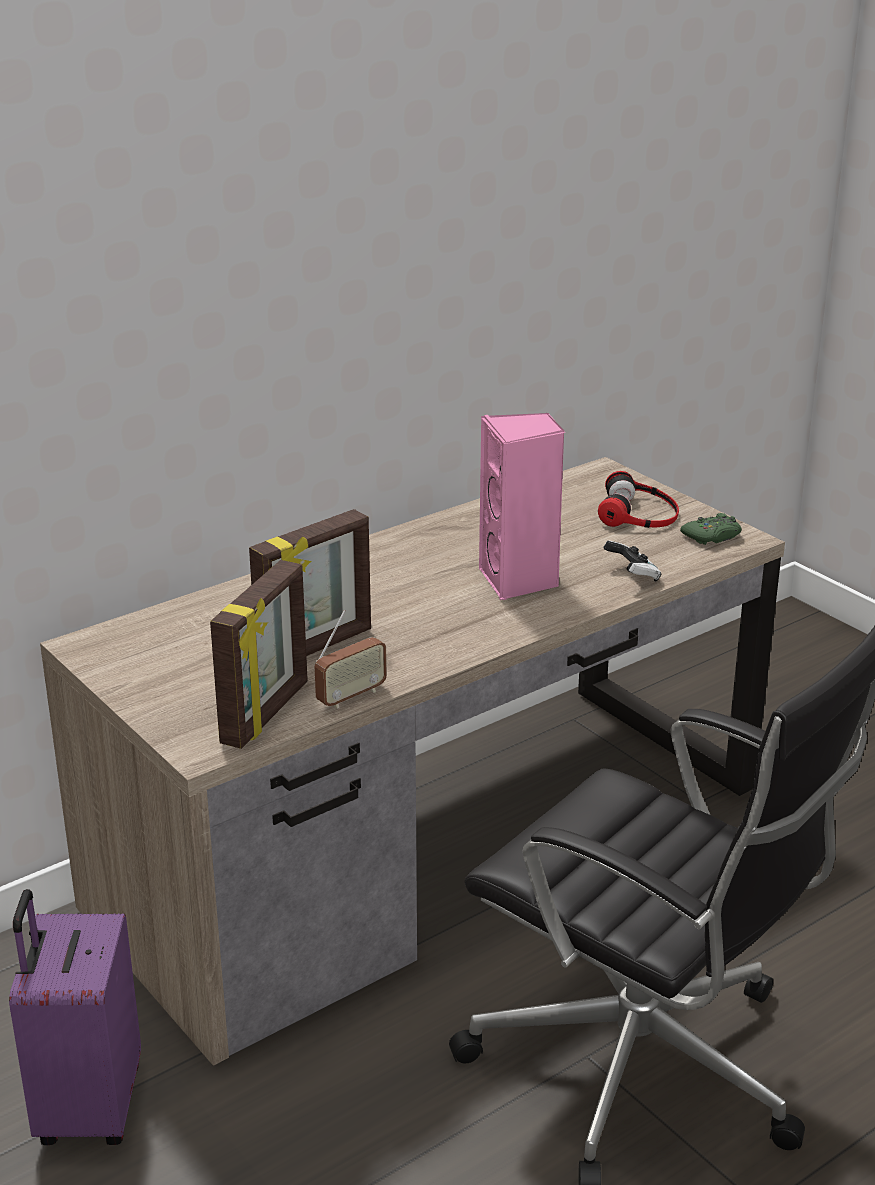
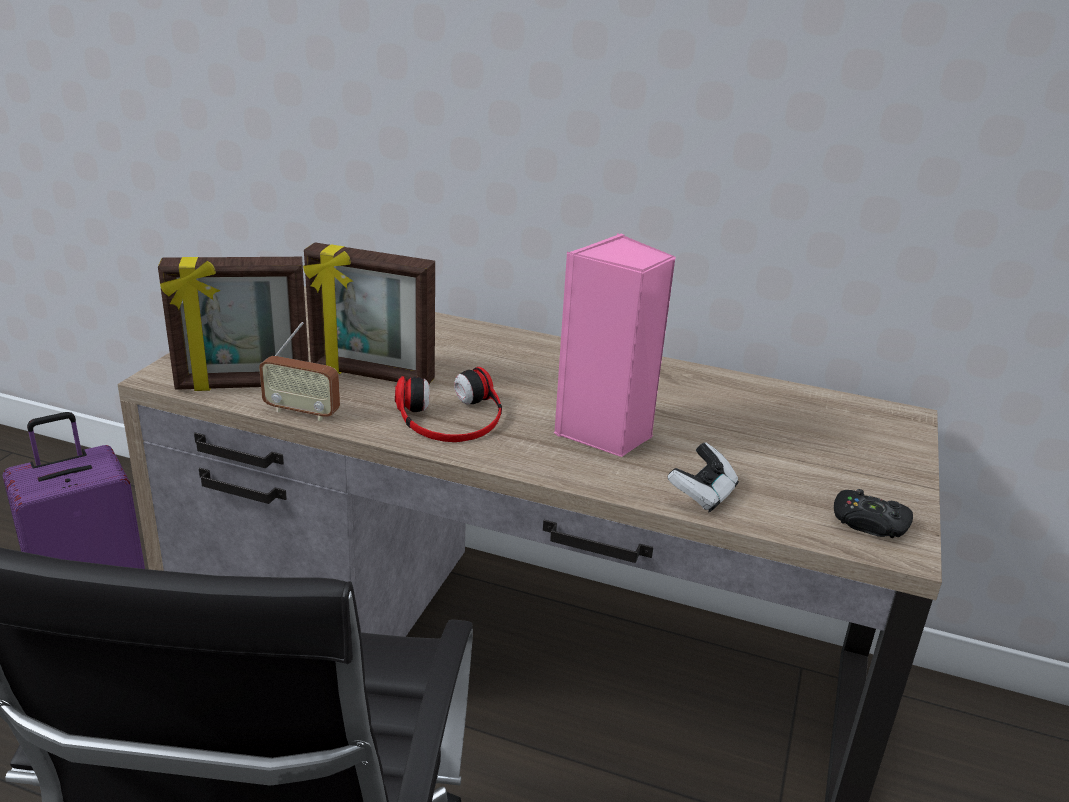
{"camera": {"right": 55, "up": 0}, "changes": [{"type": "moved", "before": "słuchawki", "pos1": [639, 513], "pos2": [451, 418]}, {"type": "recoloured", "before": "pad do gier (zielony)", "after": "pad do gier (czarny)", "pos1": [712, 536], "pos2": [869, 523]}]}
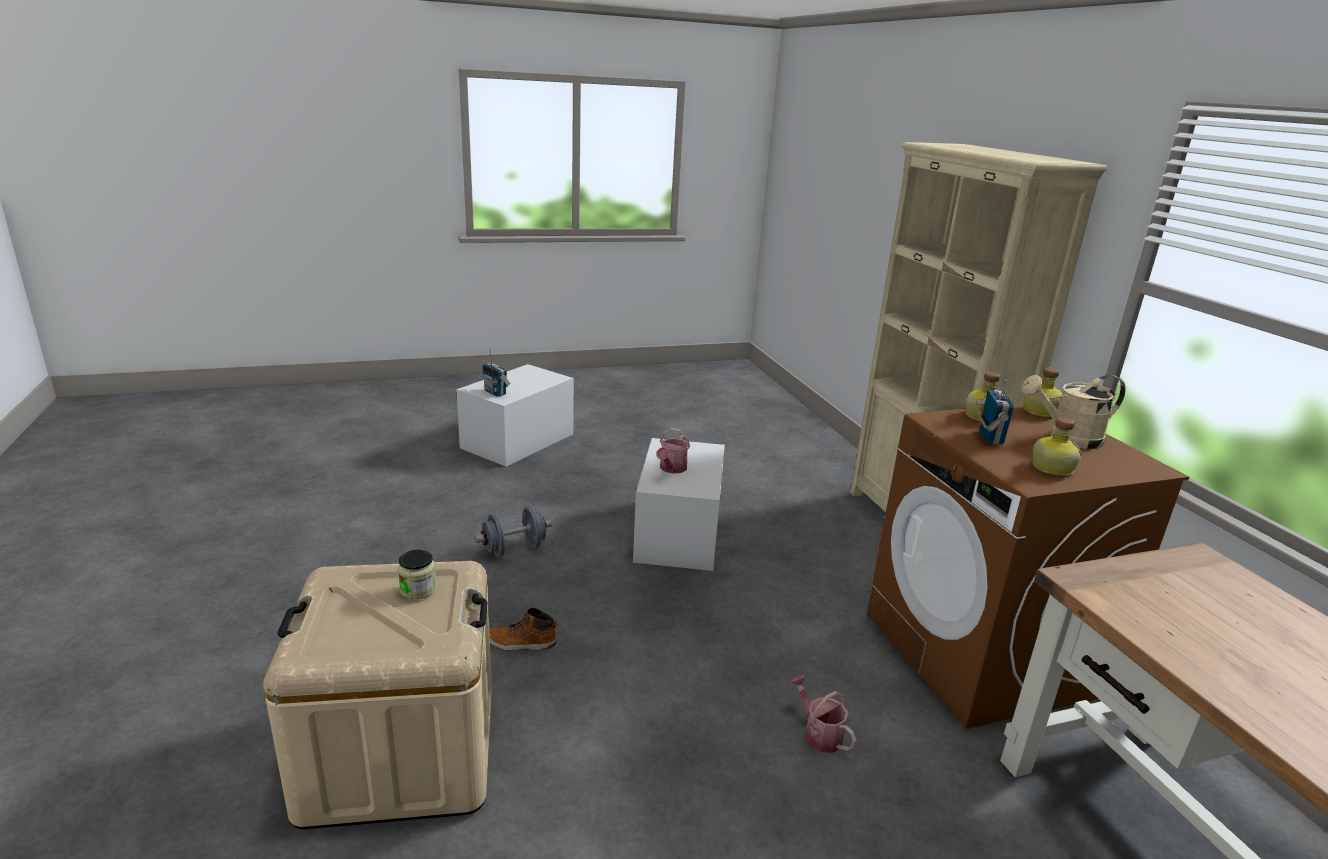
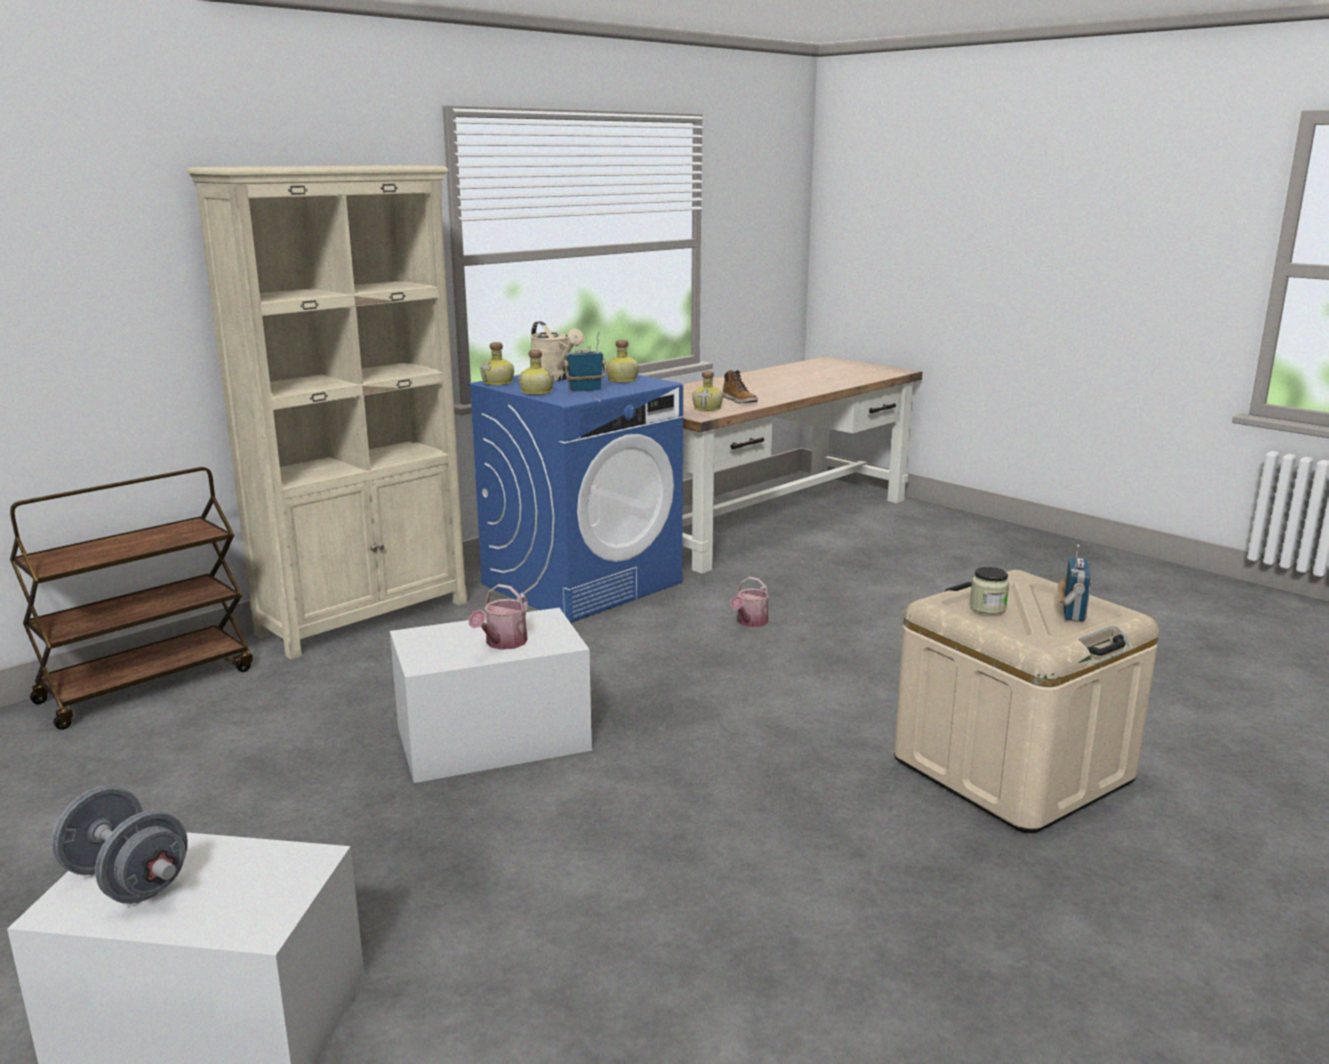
{"camera": {"right": -115, "up": -5}, "changes": [{"type": "moved", "before": "radio", "pos1": [495, 392], "pos2": [1072, 614]}, {"type": "recoloured", "before": "pralka (brązowy)", "after": "pralka (niebieski)", "pos1": [980, 654], "pos2": [582, 583]}, {"type": "turned", "before": "konewka", "pos1": [671, 469], "pos2": [503, 643], "turn": 120}, {"type": "moved", "before": "hantel (szary)", "pos1": [514, 549], "pos2": [127, 881]}, {"type": "moved", "before": "but z cholewką", "pos1": [521, 643], "pos2": [740, 401]}, {"type": "added", "after": "butelka", "pos2": [708, 408]}, {"type": "added", "after": "wózek (brązowy)", "pos2": [148, 685]}]}
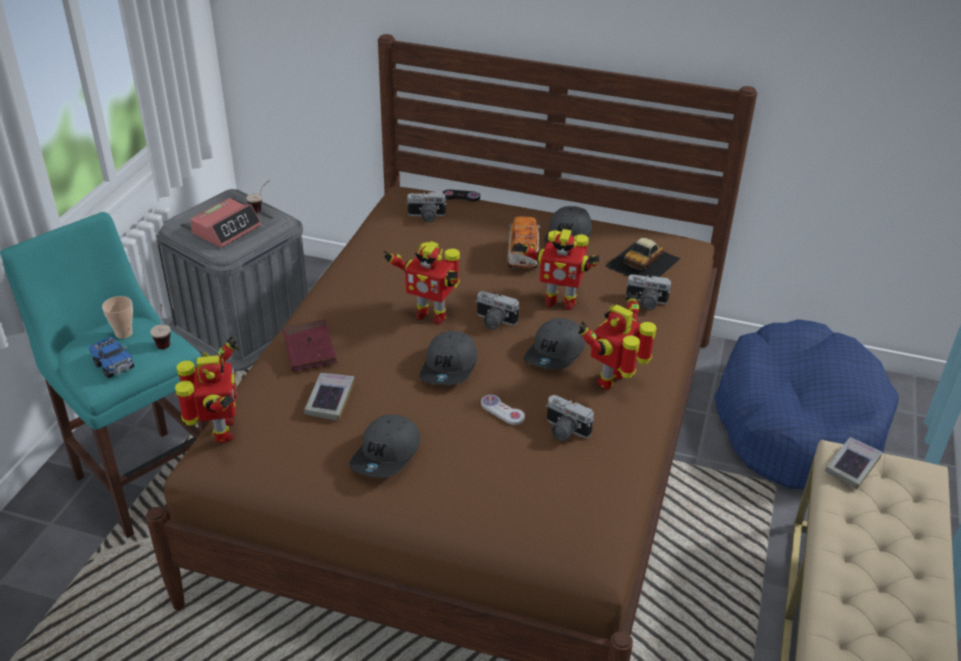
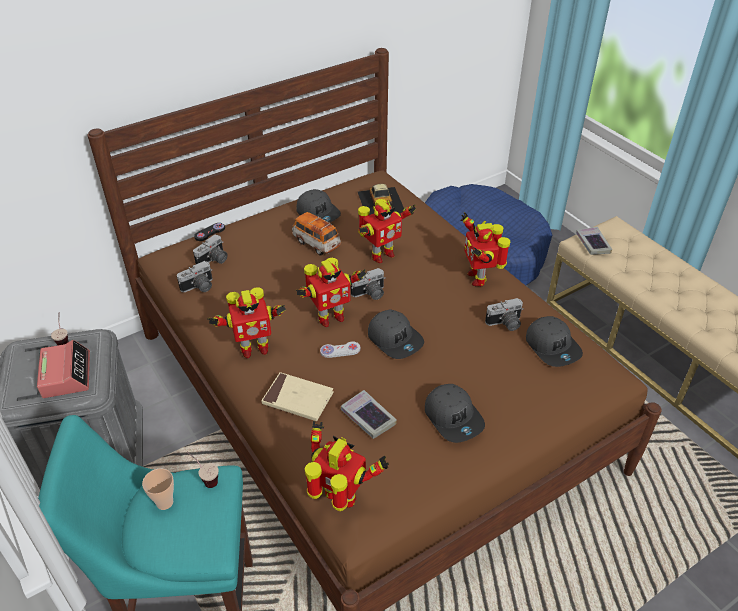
{"camera": {"right": -50, "up": 5}, "changes": [{"type": "moved", "before": "aparat fotograficzny", "pos1": [645, 302], "pos2": [199, 287]}, {"type": "moved", "before": "czapka z daszkiem (szary)", "pos1": [556, 353], "pos2": [553, 346]}, {"type": "recoloured", "before": "książka (czerwony)", "after": "książka (beżowy)", "pos1": [309, 348], "pos2": [298, 399]}, {"type": "removed", "before": "ciężarówka zabawkowa", "pos1": [114, 366]}, {"type": "moved", "before": "pad do gier (biały)", "pos1": [502, 411], "pos2": [340, 350]}, {"type": "added", "after": "robot zabawkowy", "pos2": [253, 349]}]}
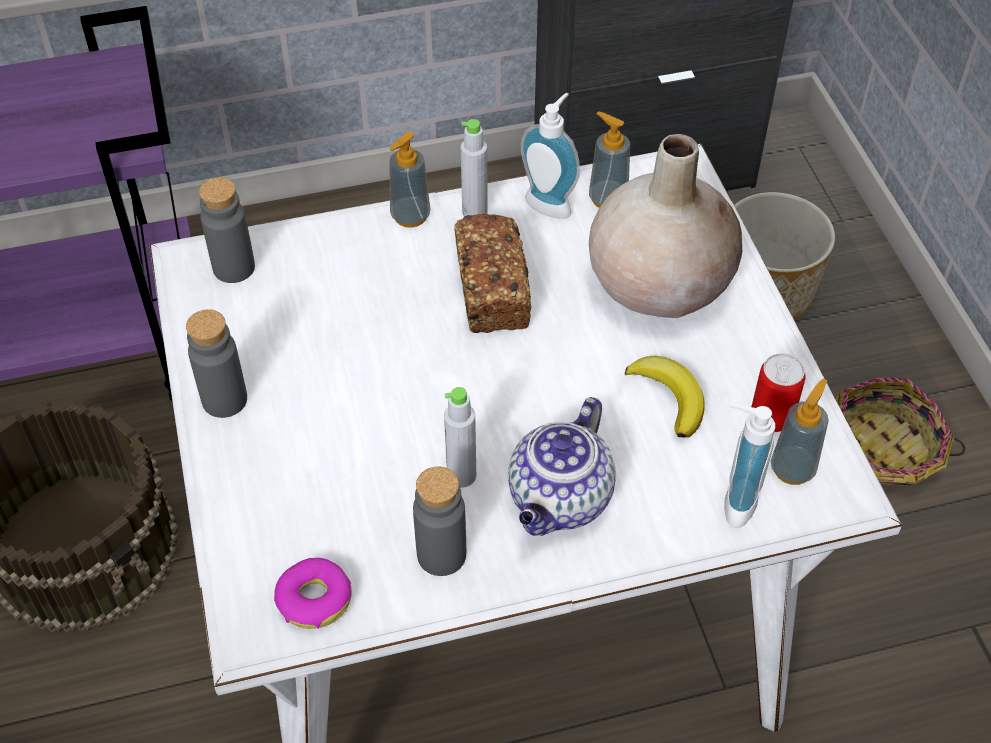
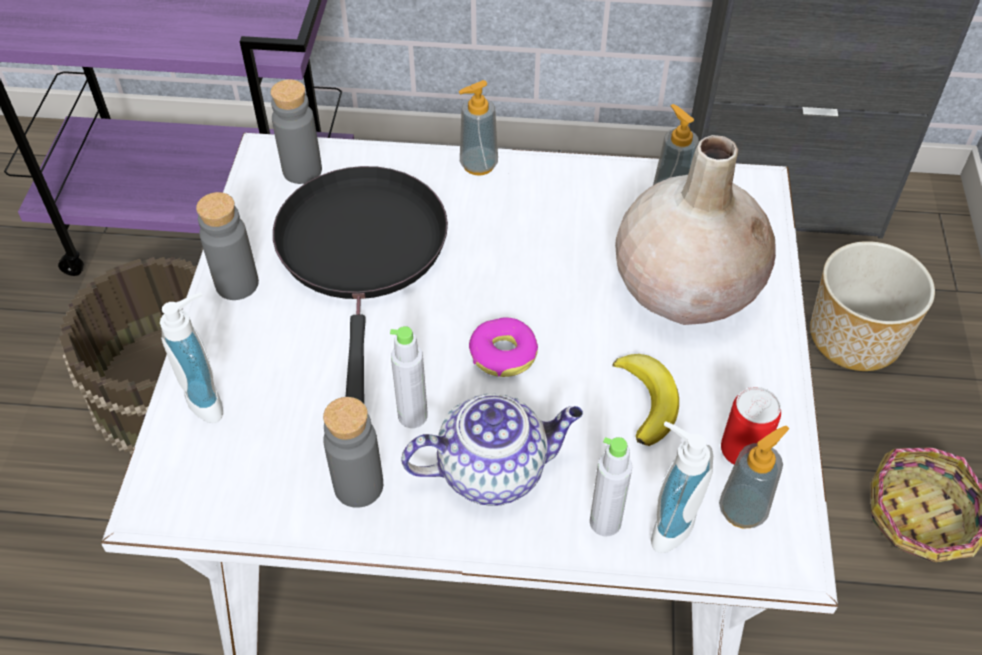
{"camera": {"right": 20, "up": 0}, "changes": [{"type": "moved", "before": "dozownik mydła", "pos1": [551, 202], "pos2": [210, 398]}, {"type": "moved", "before": "butelka (szary)", "pos1": [474, 212], "pos2": [605, 522]}, {"type": "removed", "before": "chleb", "pos1": [492, 291]}, {"type": "turned", "before": "imbryk", "pos1": [560, 501], "pos2": [494, 469], "turn": -150}, {"type": "moved", "before": "donut", "pos1": [314, 599], "pos2": [503, 354]}, {"type": "added", "after": "patelnia (czarny)", "pos2": [363, 252]}]}
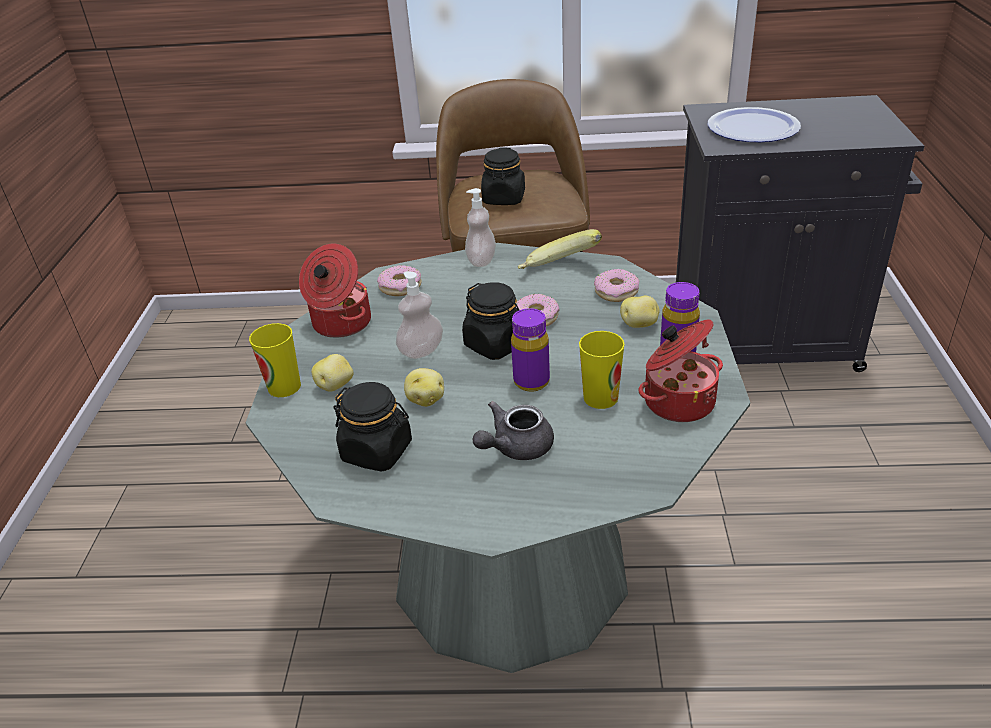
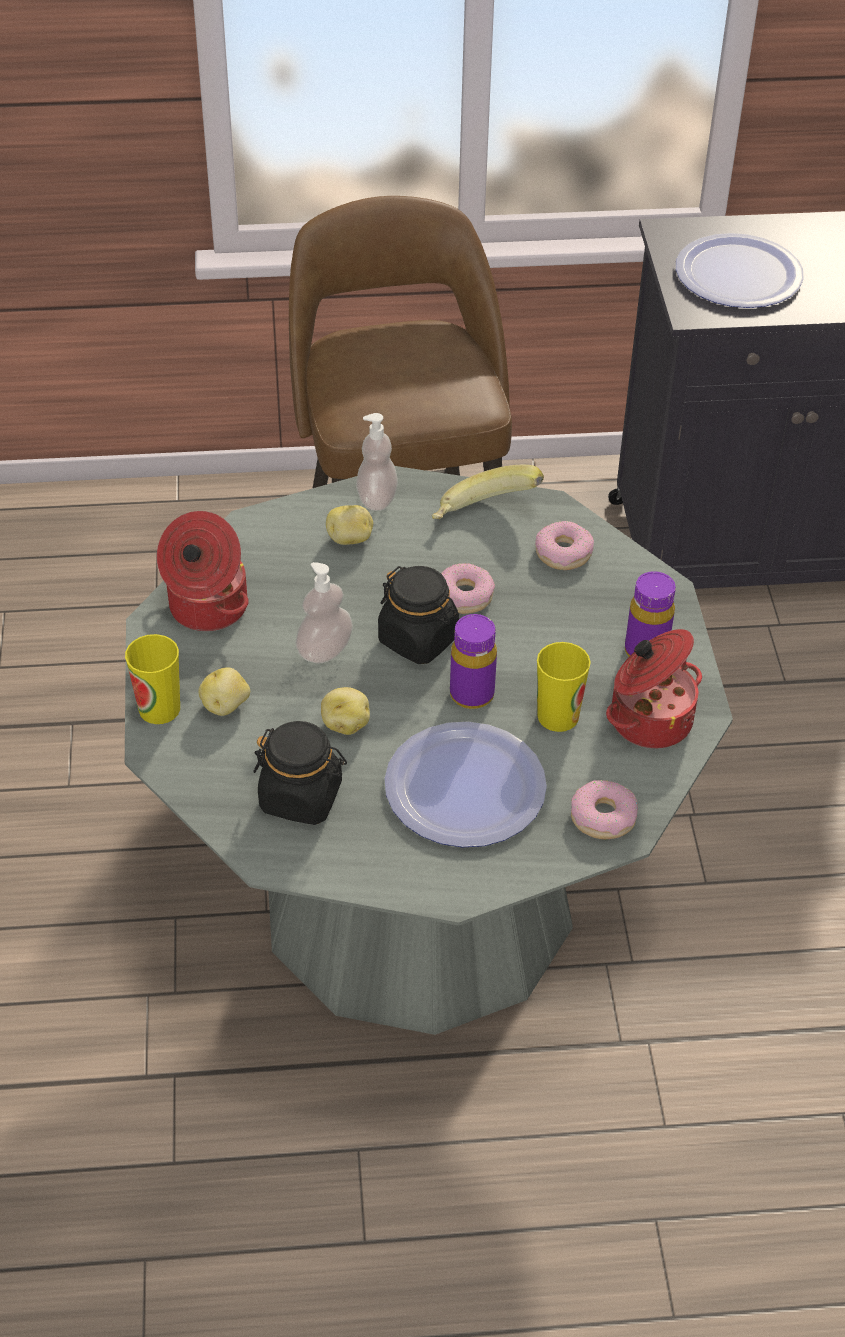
{"camera": {"right": -10, "up": 10}, "changes": [{"type": "removed", "before": "słoik (czarny)", "pos1": [504, 198]}, {"type": "moved", "before": "donut", "pos1": [400, 287], "pos2": [603, 817]}, {"type": "moved", "before": "ziemniak", "pos1": [639, 325], "pos2": [350, 539]}, {"type": "replaced", "before": "imbryk (szary)", "after": "talerz", "pos1": [515, 448], "pos2": [465, 787]}]}
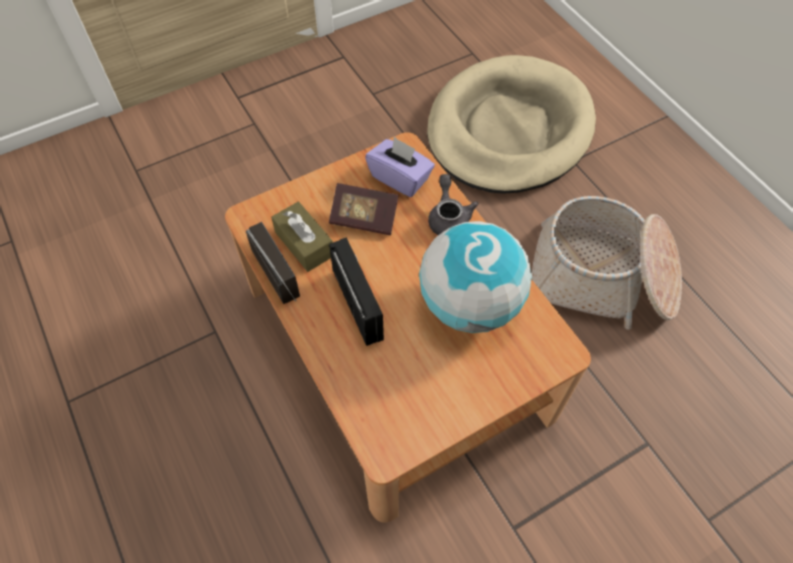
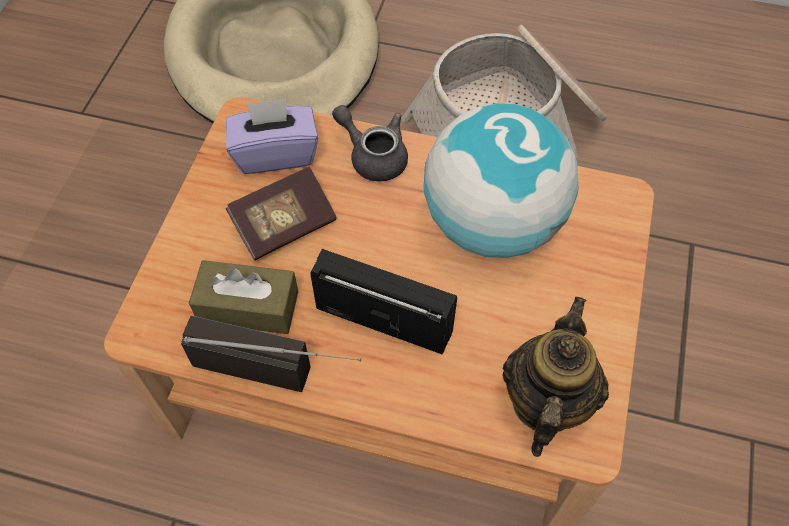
{"camera": {"right": -45, "up": 0}, "changes": [{"type": "added", "after": "imbryk", "pos2": [545, 402]}]}
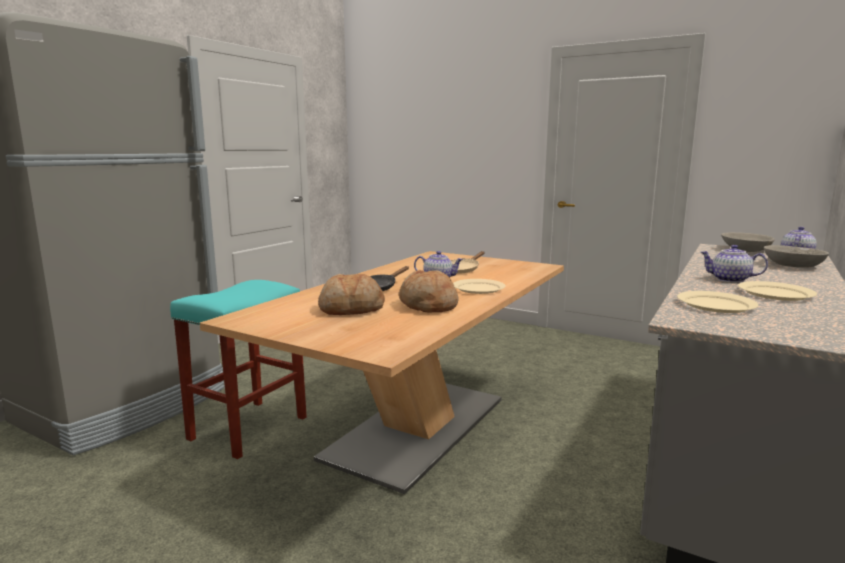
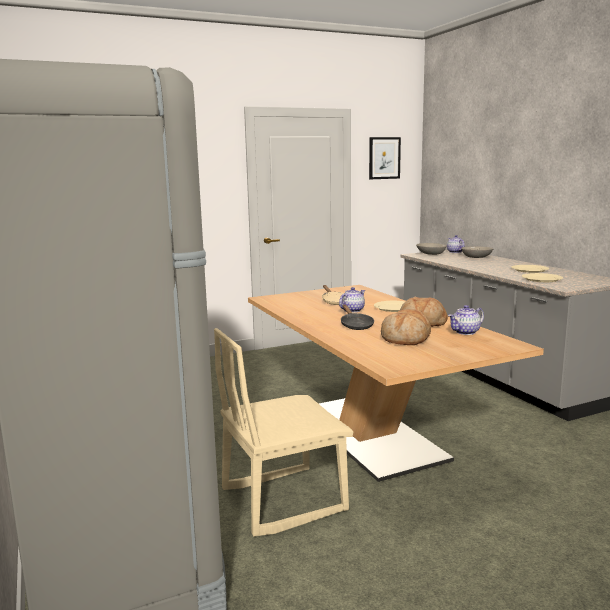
{"camera": {"right": -55, "up": 0}, "changes": [{"type": "moved", "before": "imbryk", "pos1": [729, 279], "pos2": [465, 332]}, {"type": "replaced", "before": "stołek (turkusowy)", "after": "krzesło (beżowy)", "pos1": [249, 427], "pos2": [282, 499]}, {"type": "added", "after": "obraz", "pos2": [384, 158]}]}
